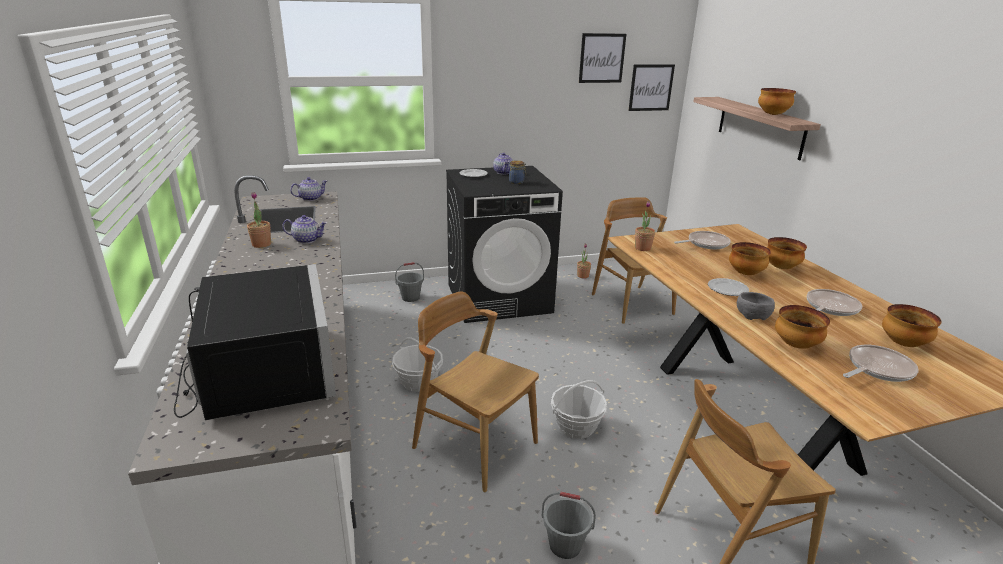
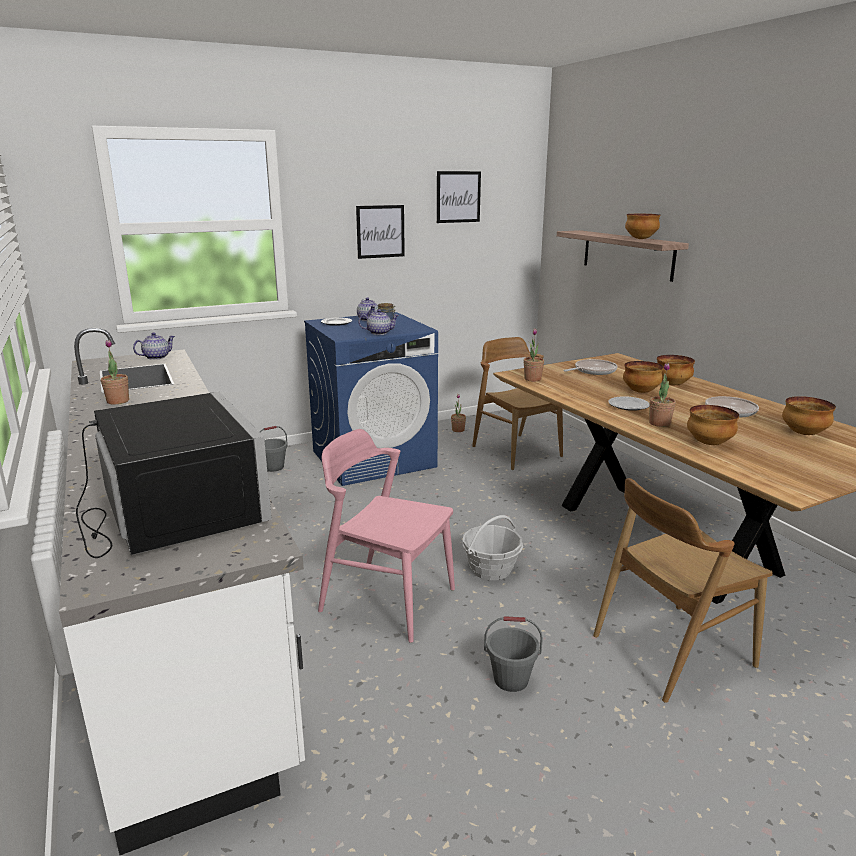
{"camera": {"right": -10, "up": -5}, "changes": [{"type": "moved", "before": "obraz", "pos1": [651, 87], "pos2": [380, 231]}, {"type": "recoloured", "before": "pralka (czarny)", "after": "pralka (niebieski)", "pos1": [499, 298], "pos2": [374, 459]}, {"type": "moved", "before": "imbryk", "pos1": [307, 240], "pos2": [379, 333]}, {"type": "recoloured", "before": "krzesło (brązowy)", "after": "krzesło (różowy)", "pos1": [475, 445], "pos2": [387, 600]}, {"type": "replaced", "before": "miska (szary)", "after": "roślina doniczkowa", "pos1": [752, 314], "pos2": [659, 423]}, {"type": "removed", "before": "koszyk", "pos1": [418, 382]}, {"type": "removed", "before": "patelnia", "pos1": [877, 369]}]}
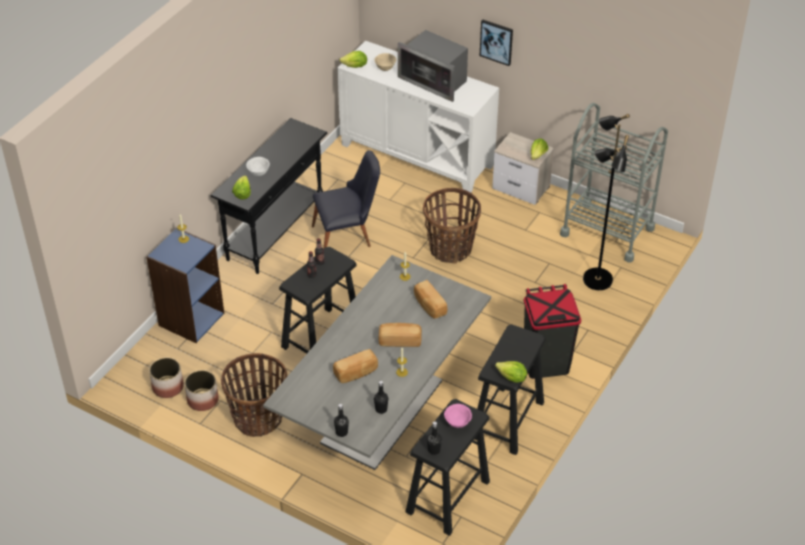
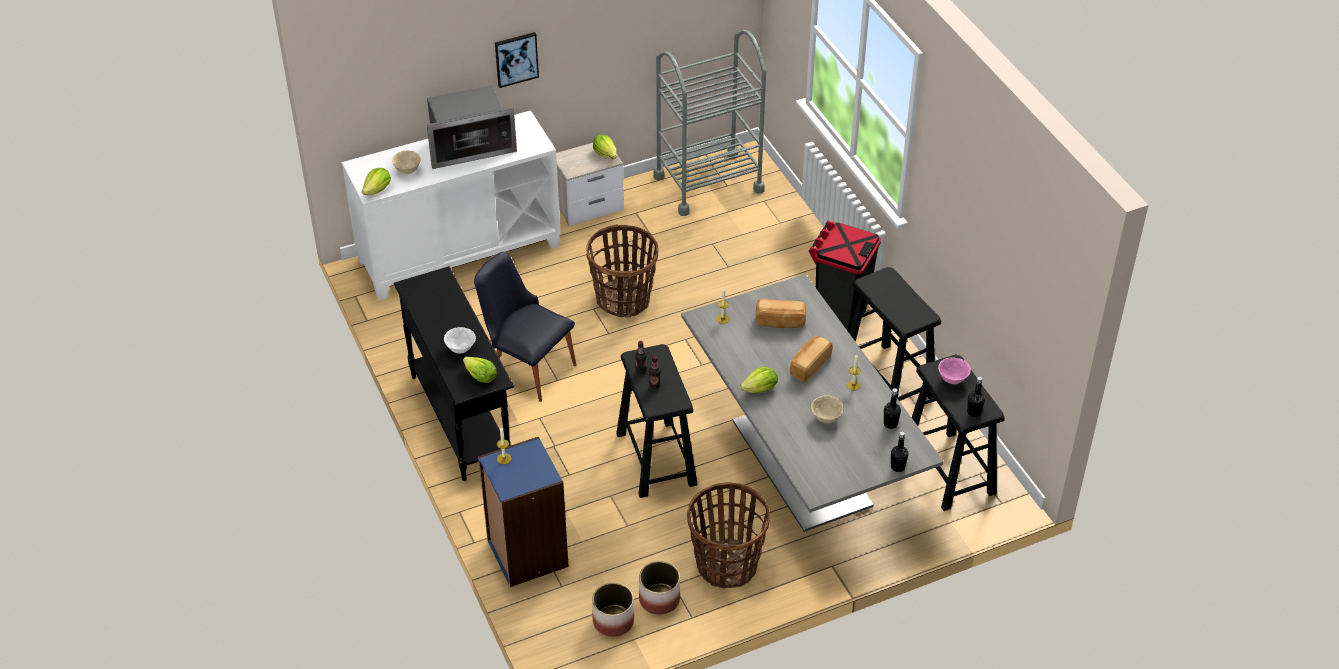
{"camera": {"right": -55, "up": 0}, "changes": [{"type": "removed", "before": "lampa stojąca (czarny)", "pos1": [596, 280]}, {"type": "turned", "before": "krzesło (czarny)", "pos1": [348, 236], "pos2": [527, 366], "turn": -75}, {"type": "replaced", "before": "chleb", "after": "miska (beżowy)", "pos1": [356, 373], "pos2": [826, 418]}, {"type": "moved", "before": "sałata", "pos1": [512, 378], "pos2": [760, 389]}]}
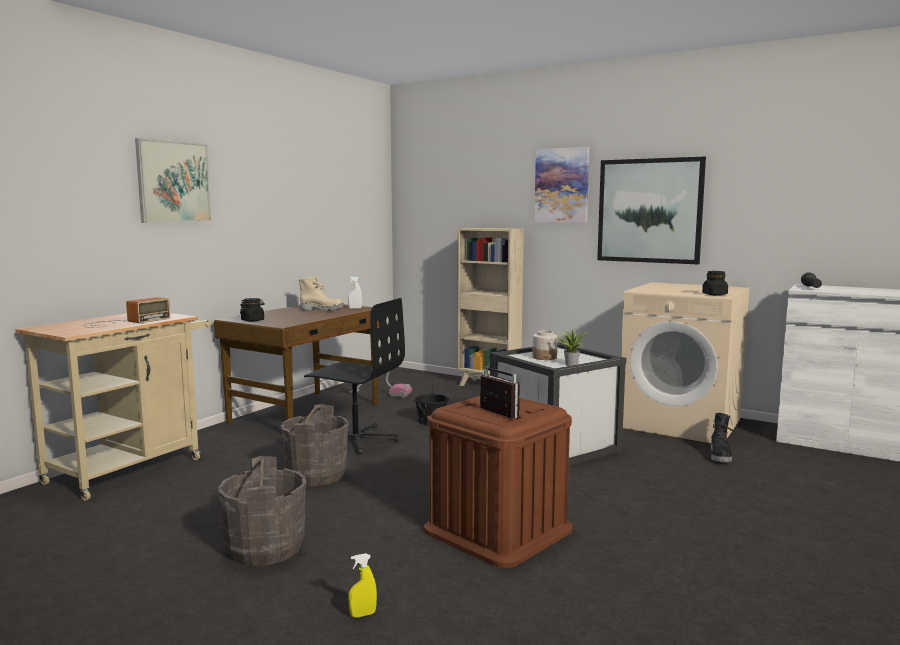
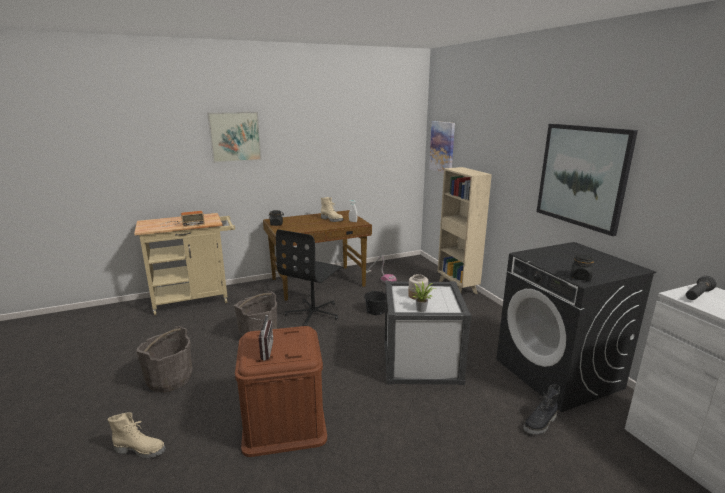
{"camera": {"right": 35, "up": 10}, "changes": [{"type": "moved", "before": "obraz", "pos1": [562, 185], "pos2": [442, 147]}, {"type": "recoloured", "before": "pralka (beżowy)", "after": "pralka (czarny)", "pos1": [681, 423], "pos2": [558, 374]}, {"type": "turned", "before": "krzesło biurowe (czarny)", "pos1": [355, 440], "pos2": [314, 313], "turn": 60}, {"type": "replaced", "before": "spryskiwacz (żółty)", "after": "but z cholewką (beżowy)", "pos1": [363, 615], "pos2": [141, 450]}]}
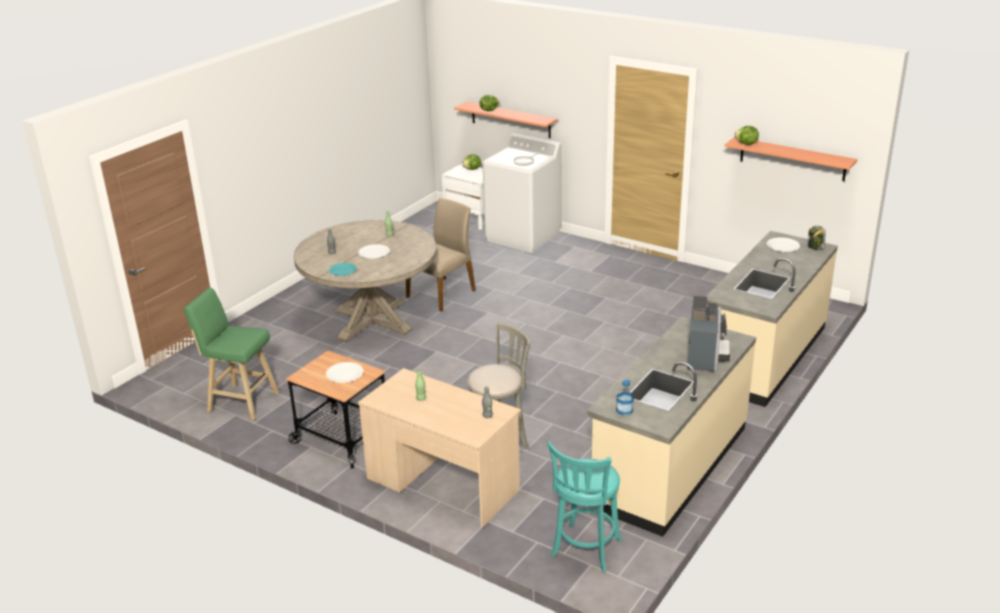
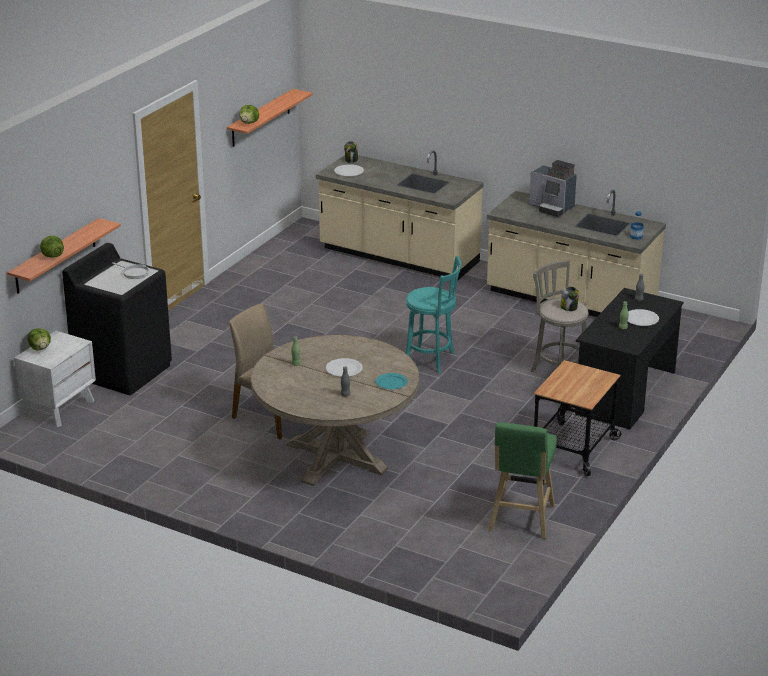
{"camera": {"right": -95, "up": 0}, "changes": [{"type": "recoloured", "before": "pralka (biały)", "after": "pralka (czarny)", "pos1": [523, 236], "pos2": [123, 371]}, {"type": "turned", "before": "ekspres do kawy", "pos1": [706, 357], "pos2": [552, 208], "turn": -150}, {"type": "moved", "before": "talerz (biały)", "pos1": [344, 373], "pos2": [641, 319]}, {"type": "recoloured", "before": "biurko (beżowy)", "after": "biurko (czarny)", "pos1": [442, 484], "pos2": [625, 393]}, {"type": "moved", "before": "stołek (turkusowy)", "pos1": [585, 550], "pos2": [432, 360]}, {"type": "added", "after": "słoik", "pos2": [569, 307]}]}
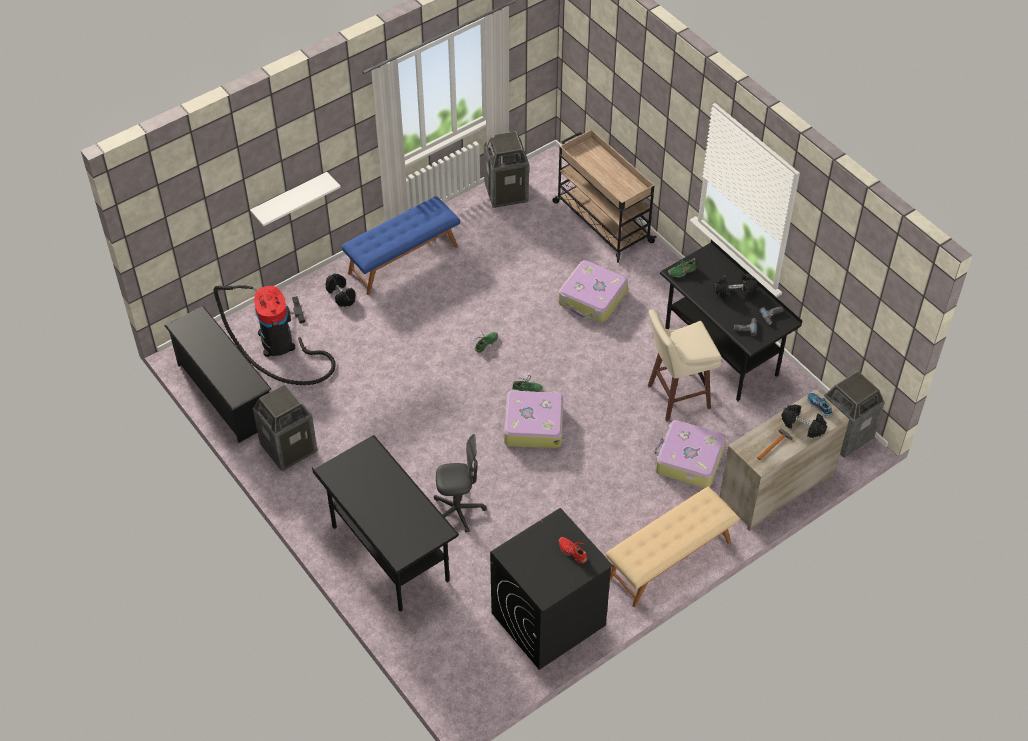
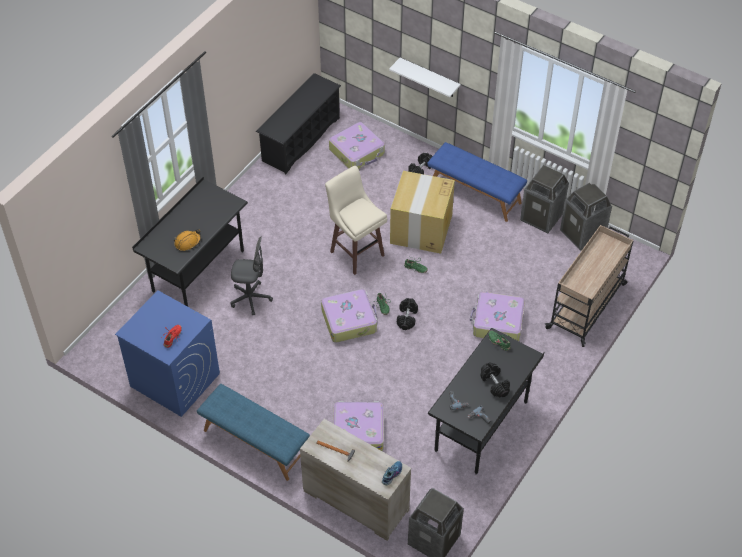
{"camera": {"right": 70, "up": 0}, "changes": [{"type": "replaced", "before": "odkurzacz", "after": "walizka", "pos1": [279, 344], "pos2": [357, 152]}, {"type": "moved", "before": "stołek (beżowy)", "pos1": [676, 397], "pos2": [356, 252]}, {"type": "moved", "before": "kosz na śmieci", "pos1": [289, 448], "pos2": [542, 217]}, {"type": "moved", "before": "hantel (czarny)", "pos1": [803, 426], "pos2": [407, 318]}, {"type": "turned", "before": "krzesło biurowe (szary)", "pos1": [458, 511], "pos2": [251, 299], "turn": -60}, {"type": "recoloured", "before": "ławka (beżowy)", "after": "ławka (niebieski)", "pos1": [670, 560], "pos2": [254, 443]}, {"type": "recoloured", "before": "pralka (czarny)", "after": "pralka (niebieski)", "pos1": [548, 620], "pos2": [174, 380]}, {"type": "added", "after": "karton", "pos2": [421, 229]}, {"type": "added", "after": "kask (pomarańczowy)", "pos2": [187, 242]}]}
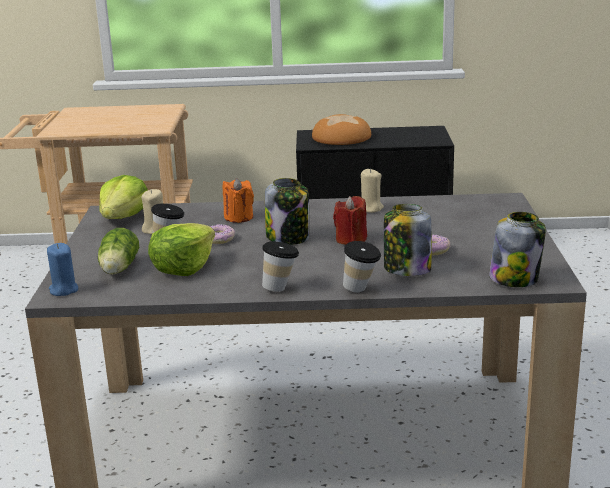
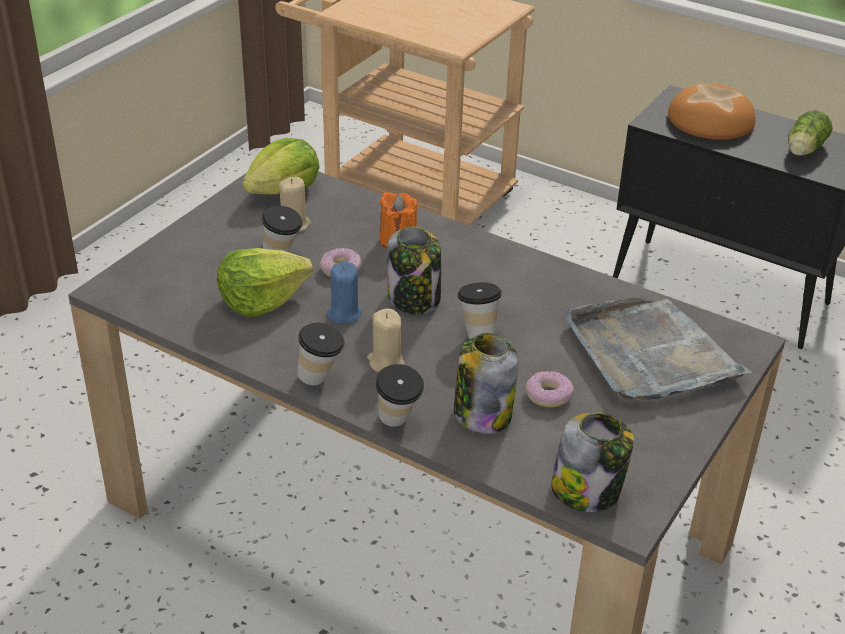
{"camera": {"right": 30, "up": 15}, "changes": [{"type": "moved", "before": "świeca (beżowy)", "pos1": [370, 208], "pos2": [385, 362]}, {"type": "replaced", "before": "świeca (czerwony)", "after": "filiżanka", "pos1": [351, 239], "pos2": [477, 333]}, {"type": "moved", "before": "sałata", "pos1": [118, 269], "pos2": [803, 150]}, {"type": "moved", "before": "świeca (niebieski)", "pos1": [63, 290], "pos2": [344, 313]}, {"type": "added", "after": "taca (szary)", "pos2": [649, 354]}]}
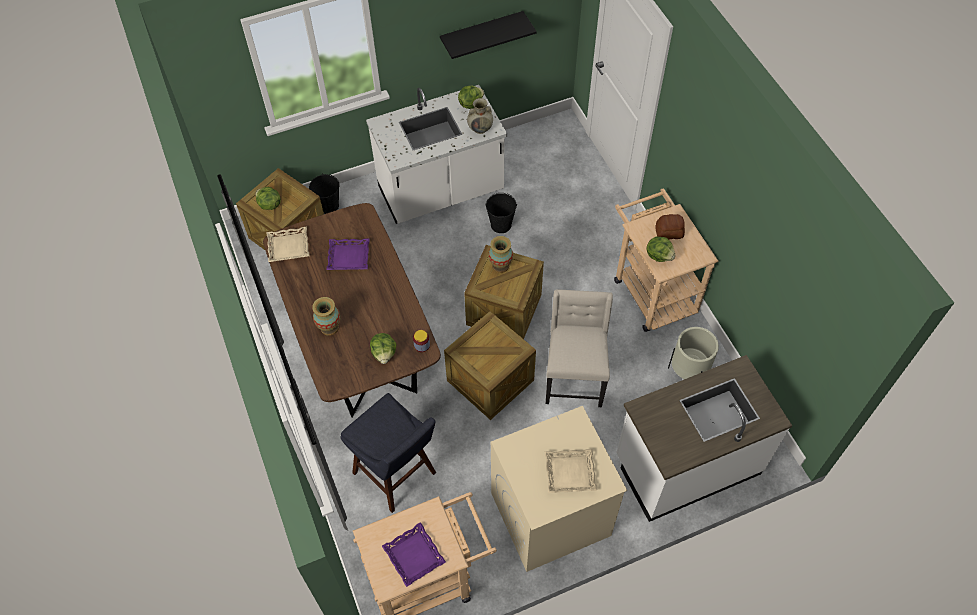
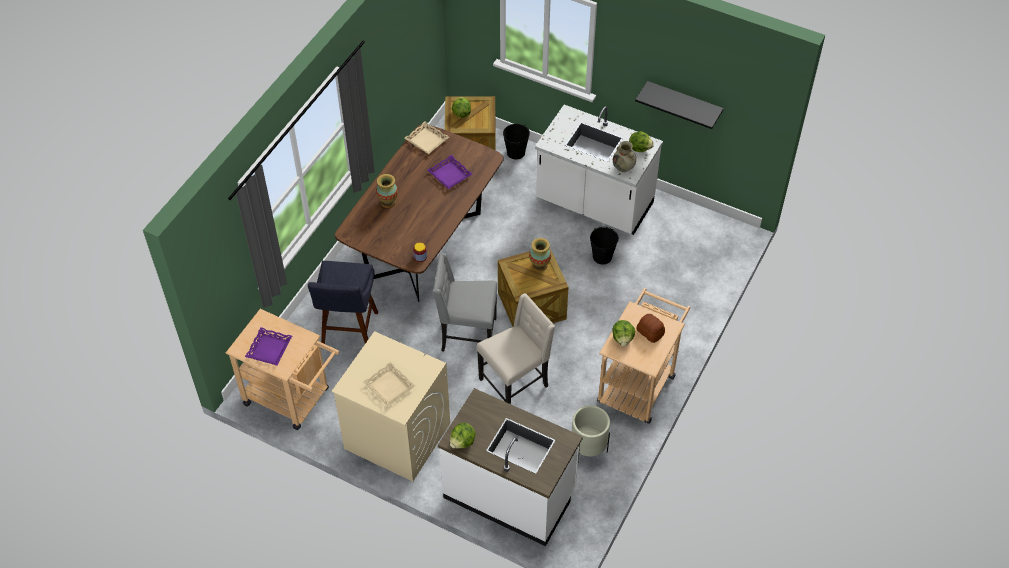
{"camera": {"right": 50, "up": -5}, "changes": [{"type": "replaced", "before": "skrzynka", "after": "krzesło (szary)", "pos1": [490, 380], "pos2": [467, 335]}, {"type": "moved", "before": "sałata", "pos1": [384, 353], "pos2": [463, 442]}]}
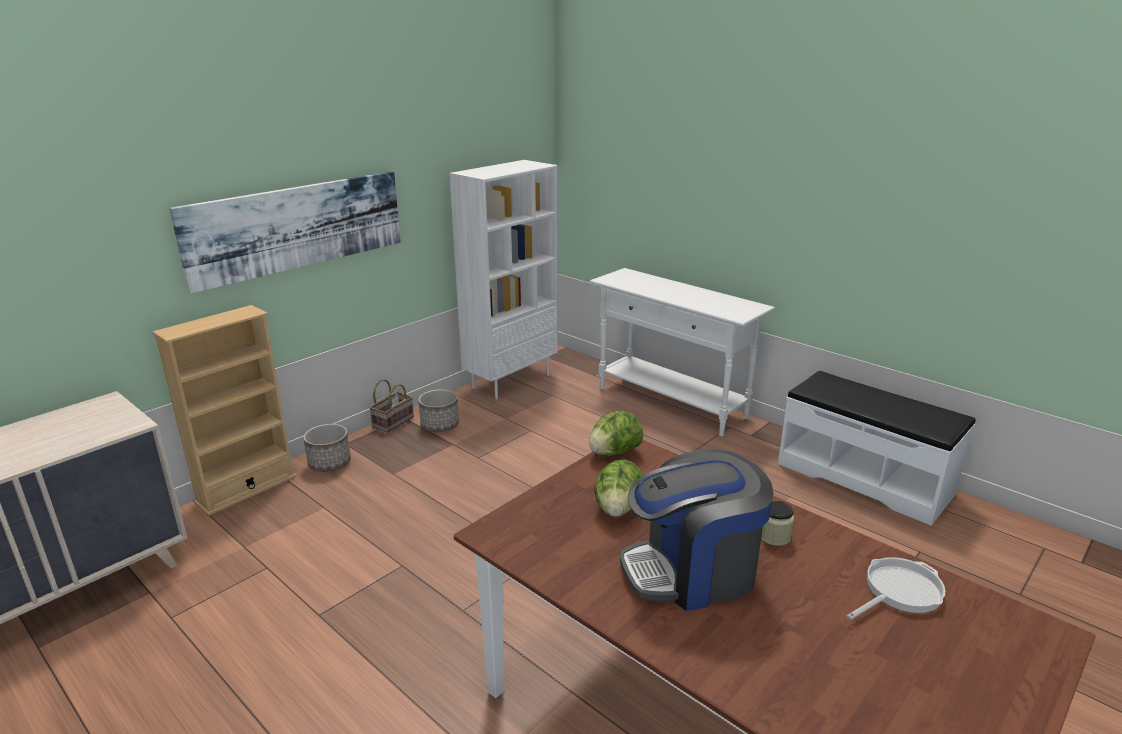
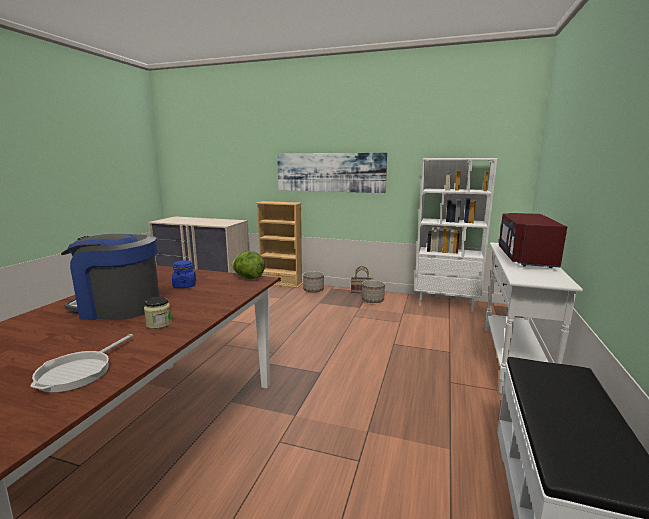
{"camera": {"right": 65, "up": -10}, "changes": [{"type": "turned", "before": "ekspres do kawy", "pos1": [692, 571], "pos2": [118, 307], "turn": -45}, {"type": "replaced", "before": "sałata", "after": "słoik (niebieski)", "pos1": [618, 508], "pos2": [184, 285]}, {"type": "turned", "before": "patelnia", "pos1": [899, 591], "pos2": [79, 372], "turn": 75}, {"type": "added", "after": "mikrofalówka (czerwony)", "pos2": [525, 258]}]}
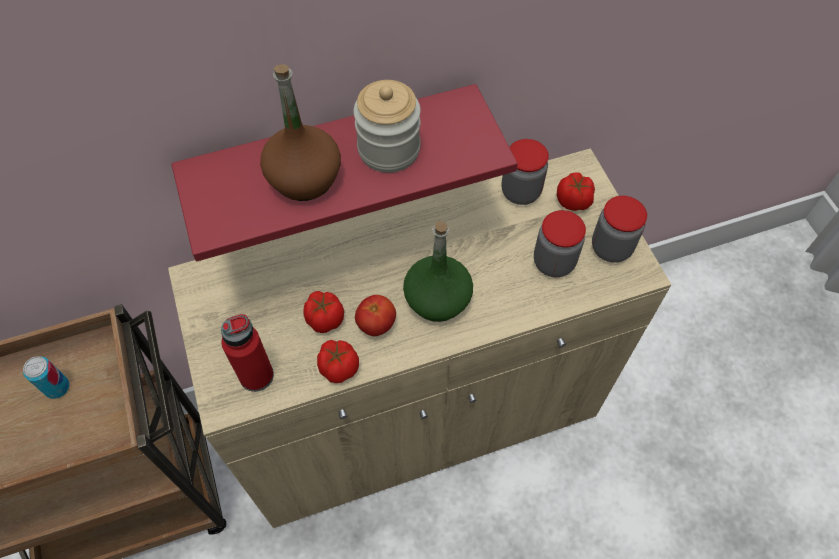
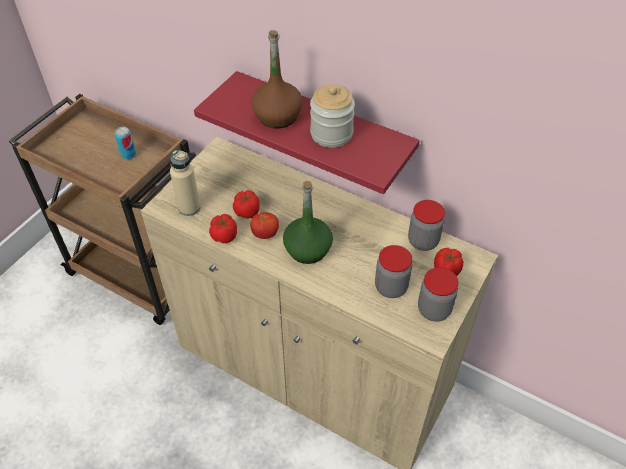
{"camera": {"right": 50, "up": -10}, "changes": [{"type": "recoloured", "before": "butelka (czerwony)", "after": "butelka (beżowy)", "pos1": [256, 376], "pos2": [189, 208]}]}
